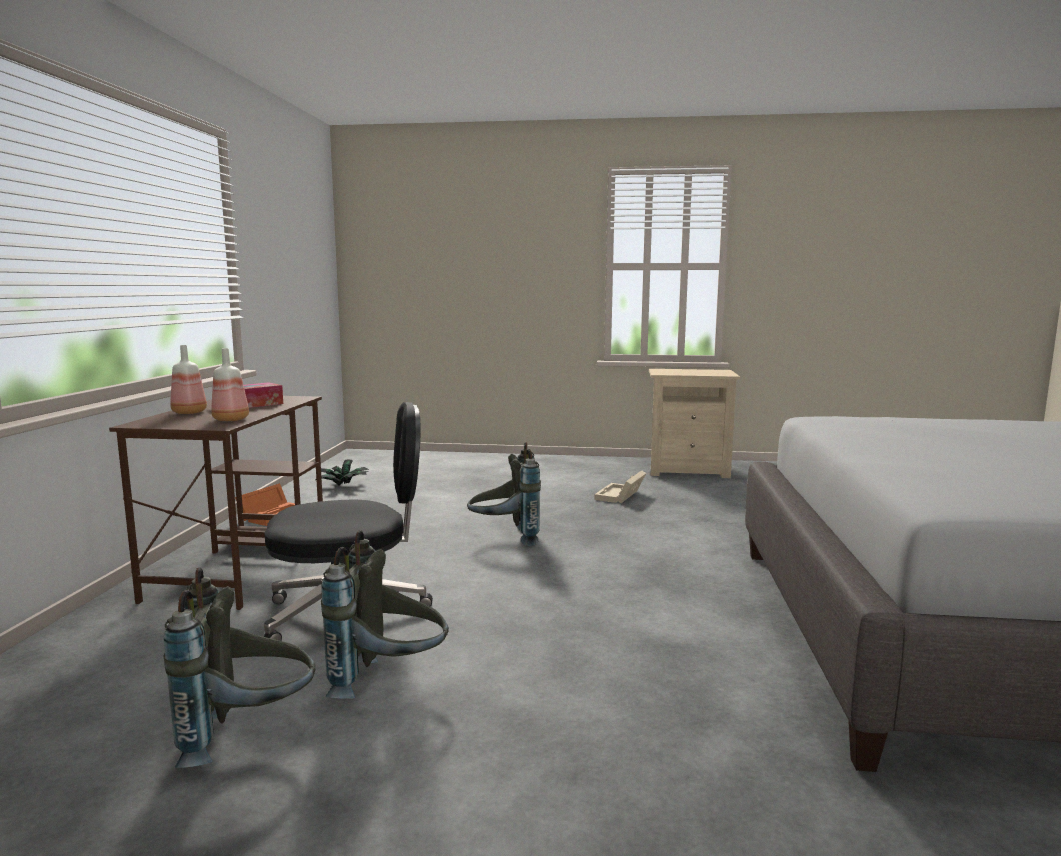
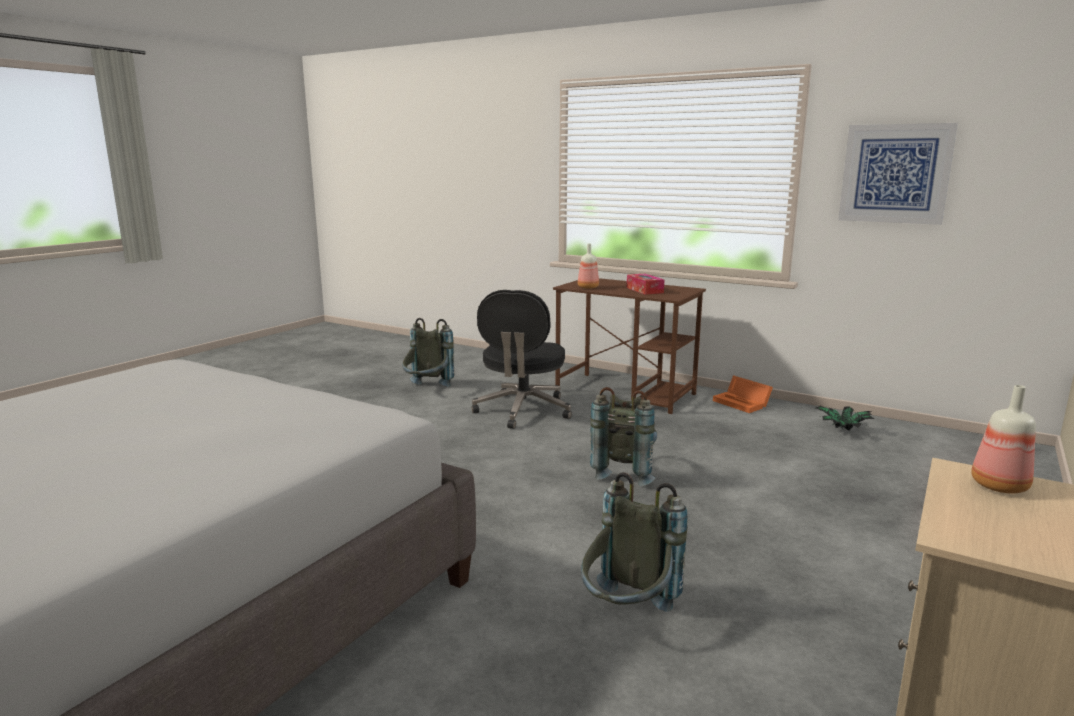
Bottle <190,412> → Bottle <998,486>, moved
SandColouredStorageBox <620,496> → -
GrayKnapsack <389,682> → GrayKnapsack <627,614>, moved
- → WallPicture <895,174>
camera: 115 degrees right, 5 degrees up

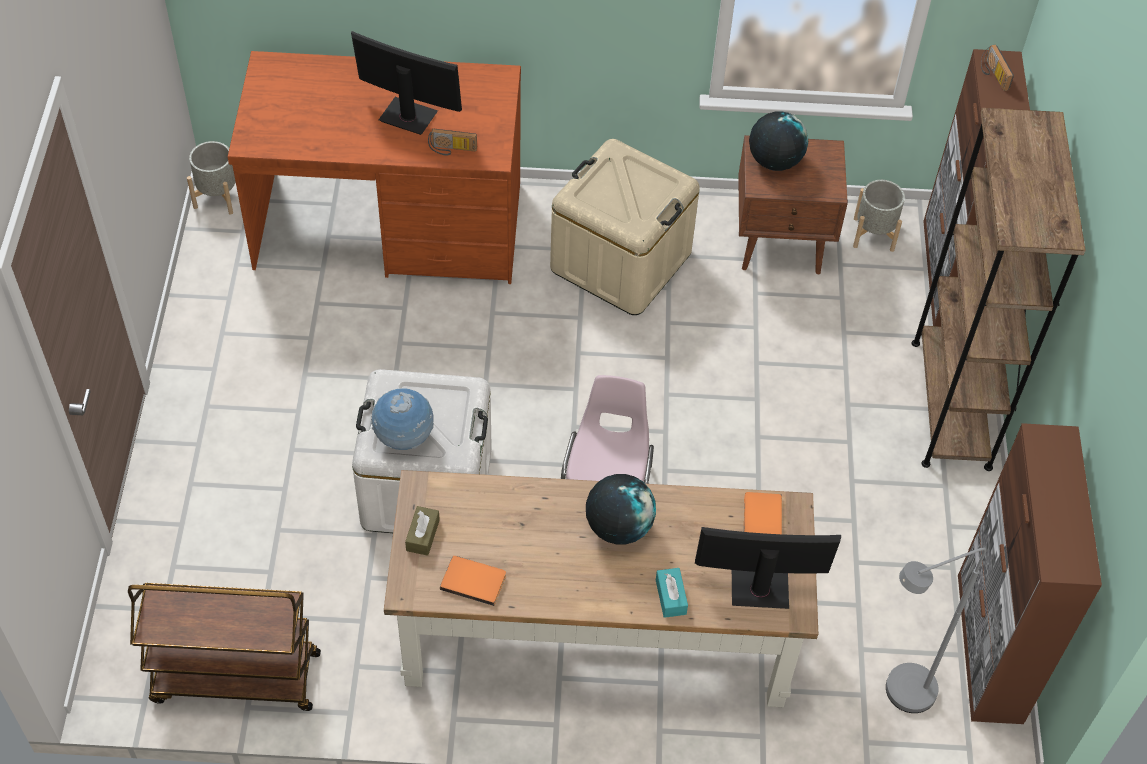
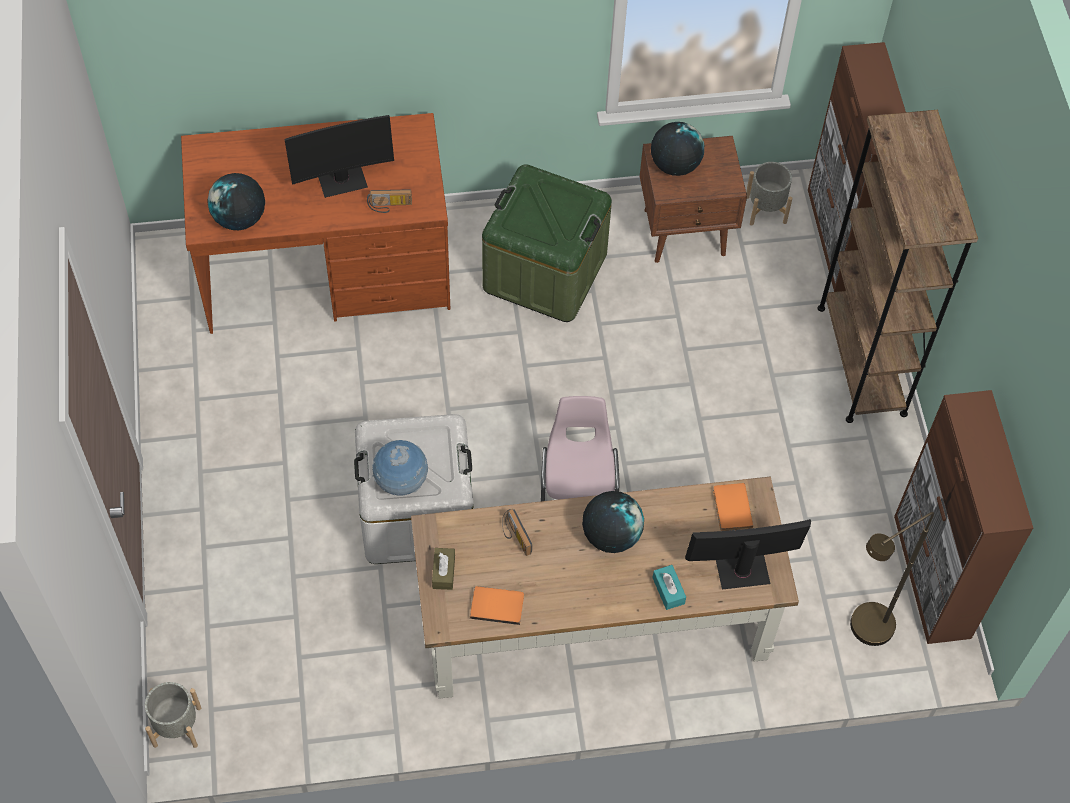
ComputerDisplay <408,116> → ComputerDisplay <342,179>, 150 degrees clockwise
RadioReceiver <992,74> → RadioReceiver <514,537>, moved
SandColouredStorageBox <621,261> → GreenColouredStorageBox <545,271>
GrayPlanter <218,196> → GrayPlanter <177,727>, moved
GrayStandardLamp <899,696> → BrownishStandardLamp <863,633>
BrownishTrolley <235,678> → -
- → Globe <240,219>
camera: 10 degrees left, 5 degrees up

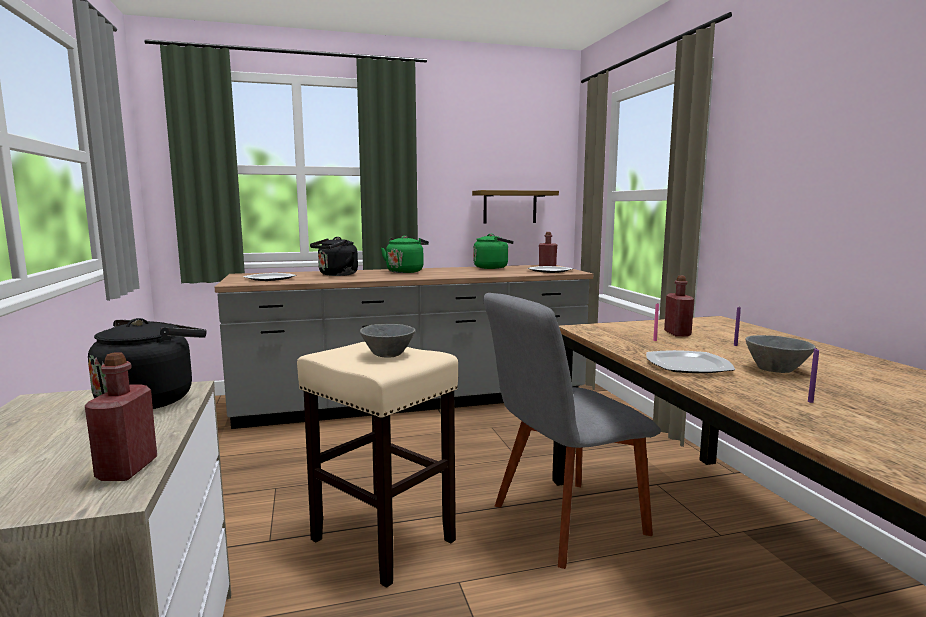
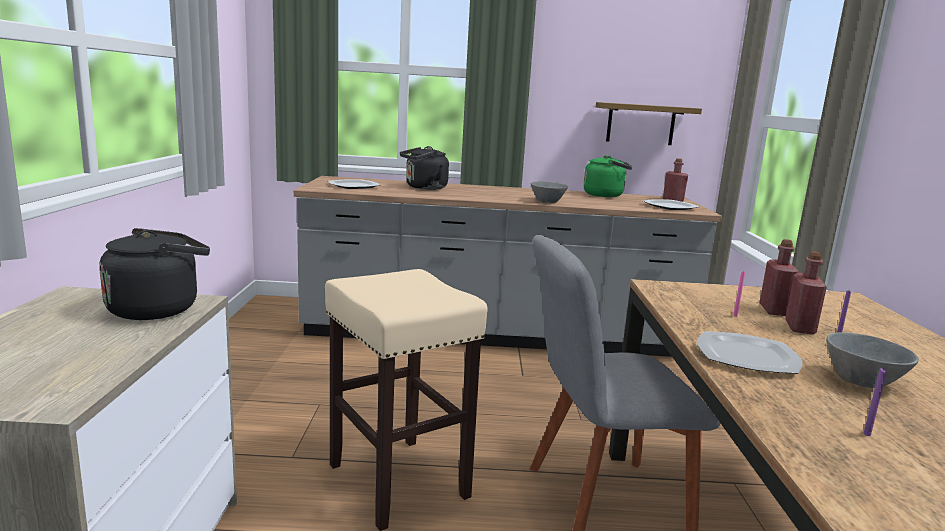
GreenColouredWaterKettle <405,271> → -
GrayDeepDish <387,355> → GrayDeepDish <546,202>, moved
RedColouredBottle <127,469> → RedColouredBottle <800,328>, moved
camera: 15 degrees right, 5 degrees up

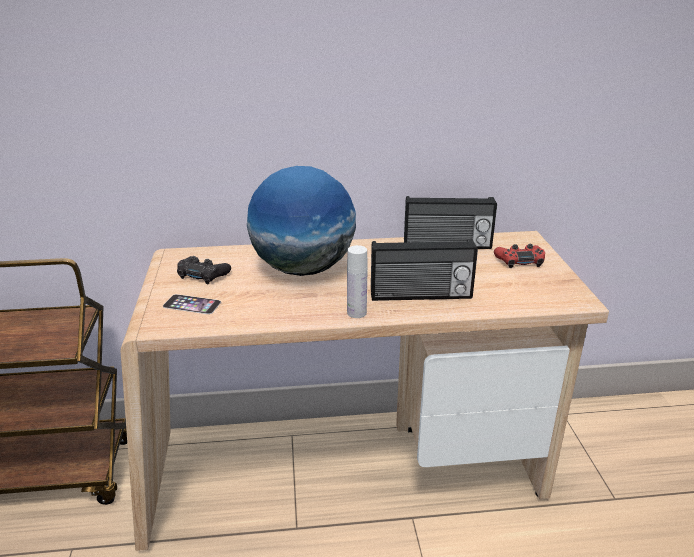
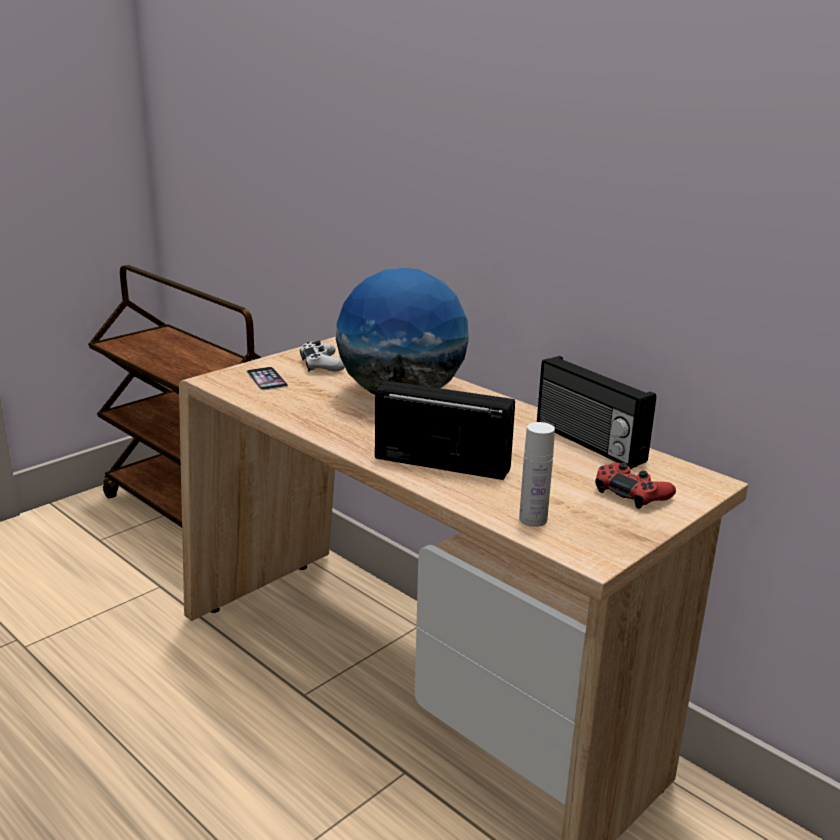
RadioReceiver <421,295> → RadioReceiver <442,462>, 150 degrees clockwise
WhitishBottle <356,313> → WhitishBottle <533,519>, moved
BlackishGamepad <203,275> → WhitishGamepad <321,364>
camera: 50 degrees right, 5 degrees down

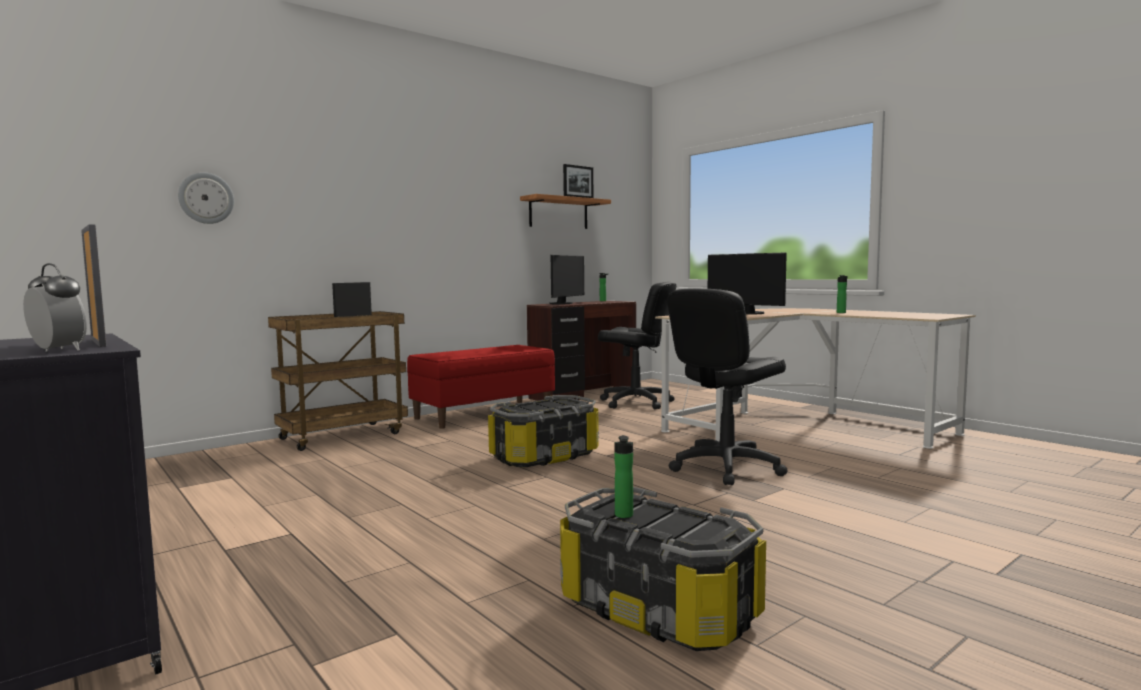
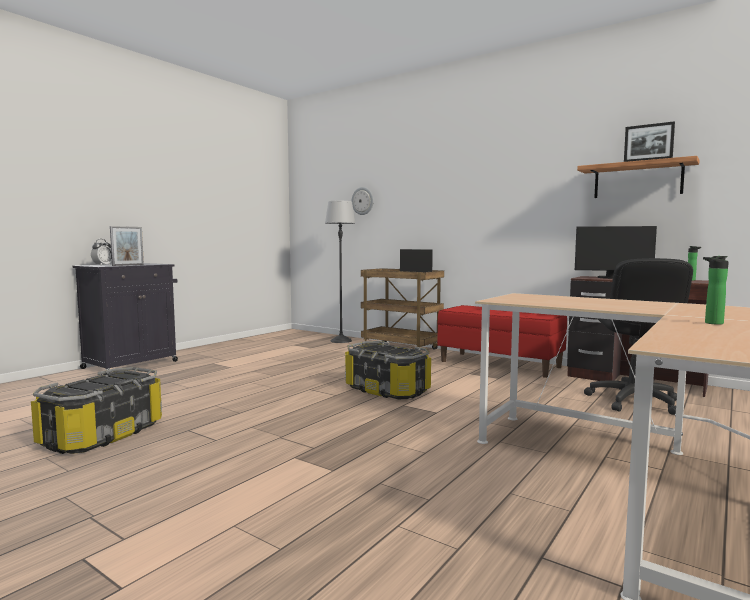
ComputerDisplay <747,313> → -
BlackishDeskChair <725,468> → -
Bottle <624,516> → -
- → StandardLamp <341,341>
camera: 75 degrees right, 0 degrees up

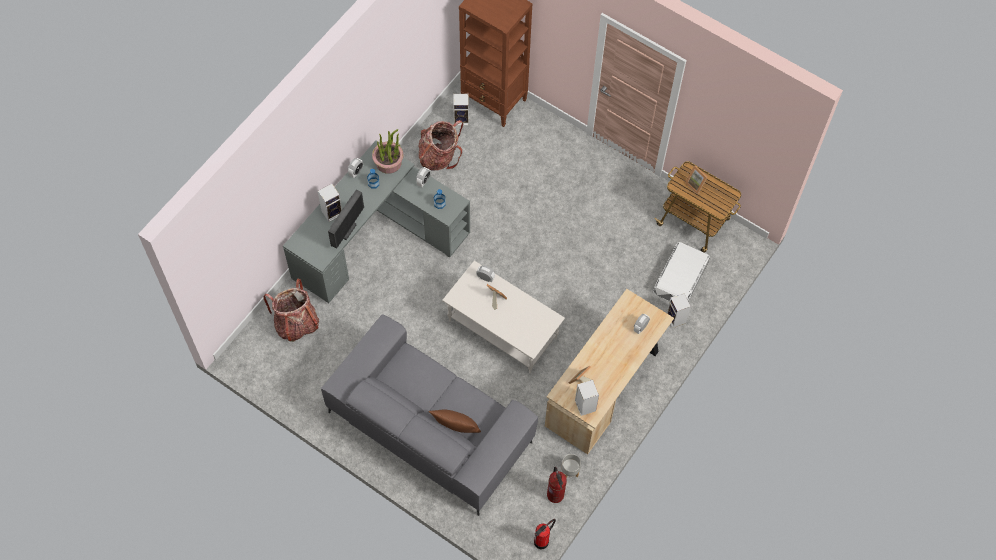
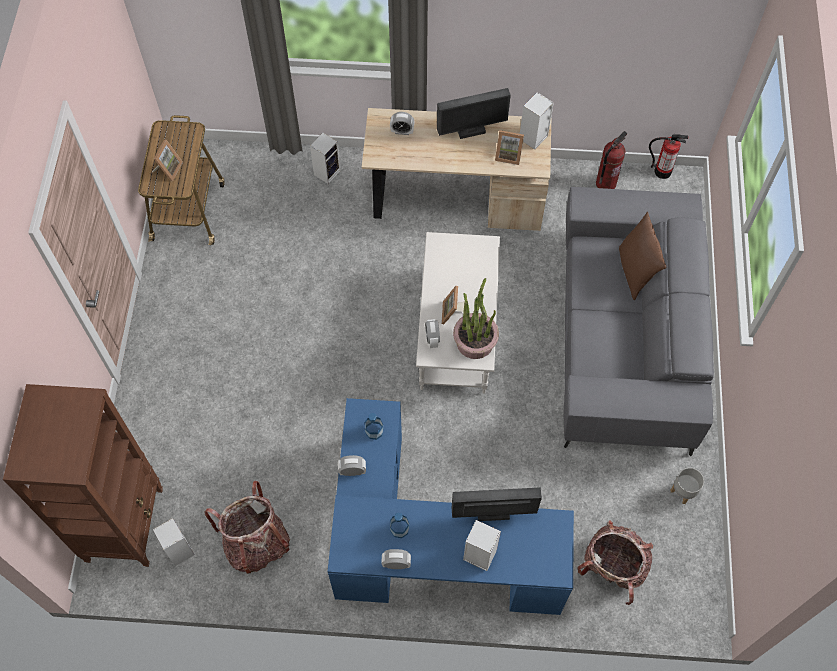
PottedPlant <389,162> → PottedPlant <475,341>, moved
GrayDeskTable <376,237> → BluishDeskTable <427,548>
WhitishStorageBox <680,277> → -
GrayPlanter <569,471> → GrayPlanter <683,492>, moved
- → ComputerDisplay <471,131>
camera: 120 degrees left, 0 degrees up

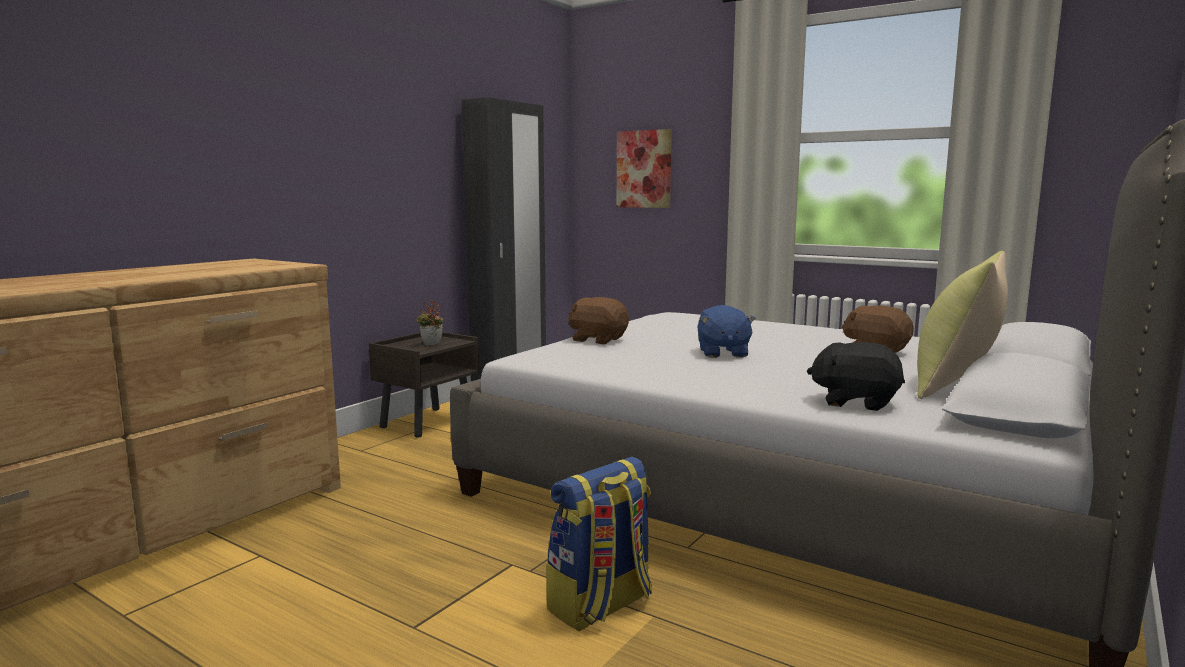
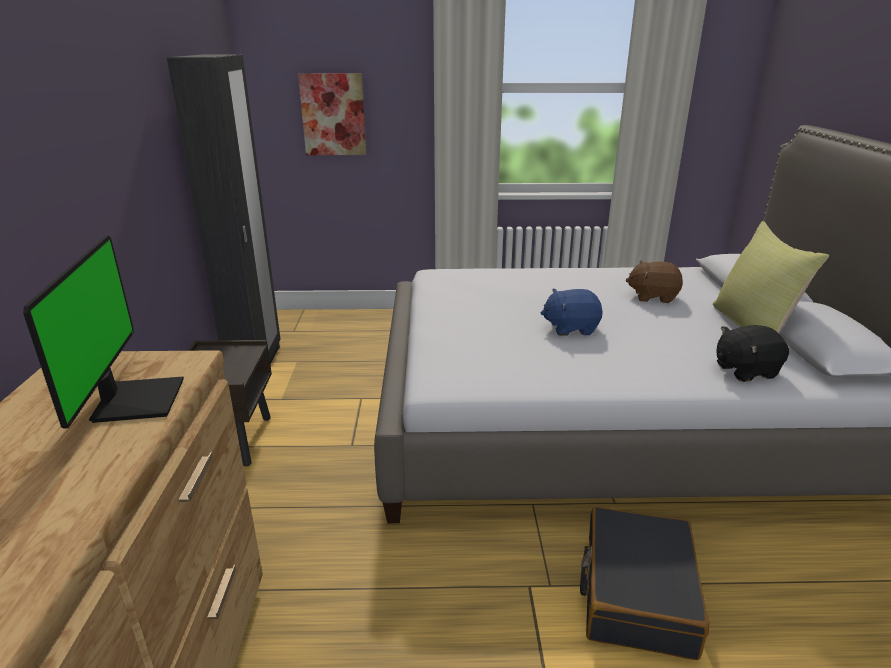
BrownishSoftToy <598,340> → -
PottedPlant <431,345> → -
BluishSoftToy <722,353> → BluishSoftToy <570,328>, 120 degrees clockwise
Knapsack <601,605> → BlackishPieceOfLuggage <636,594>
- → ComputerDisplay <135,400>
camera: 35 degrees left, 15 degrees up

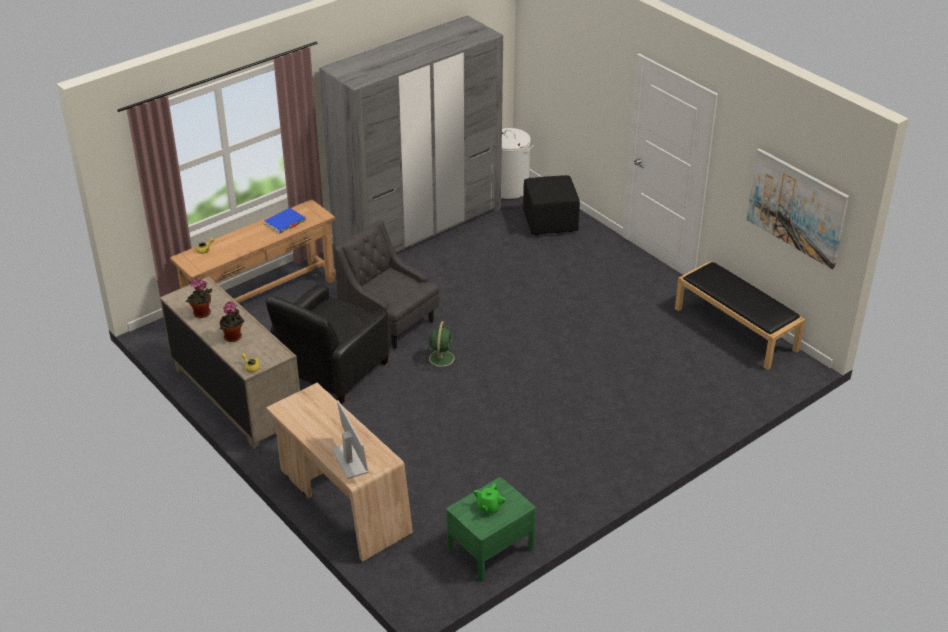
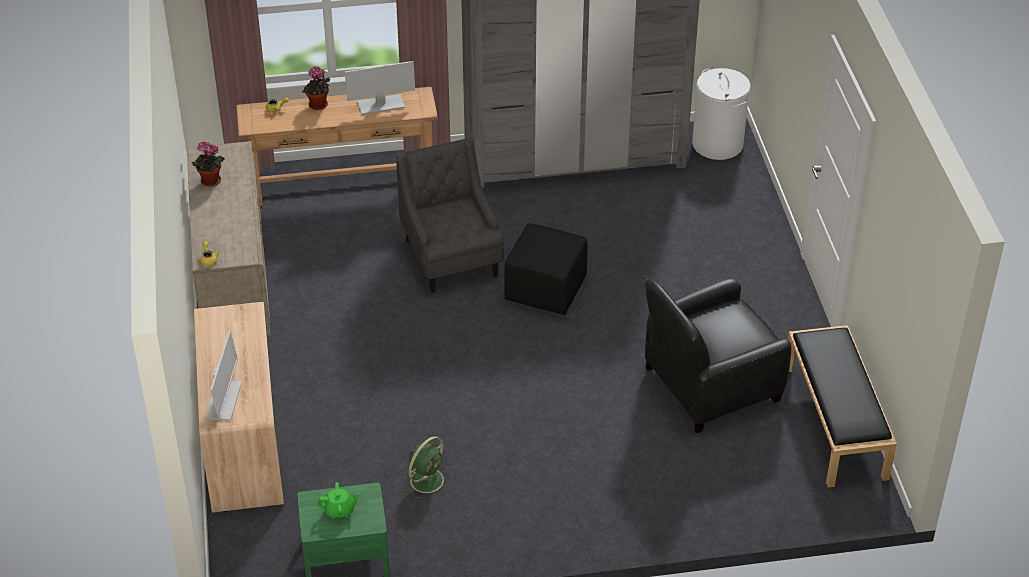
WallPicture <796,207> → -
BlackishPouffe <549,222> → BlackishPouffe <545,289>, moved
BluishBoundBook <285,222> → ComputerDisplay <380,105>
BlackishEasyChair <331,369> → BlackishEasyChair <710,385>, moved
PottedPlant <234,338> → PottedPlant <318,106>, moved
GreenColouredElectricFan <441,357> → GreenColouredElectricFan <428,479>, moved
GreenColouredPotForTea <489,507> → GreenColouredPotForTea <339,510>, 150 degrees counterclockwise
camera: 30 degrees right, 5 degrees up

